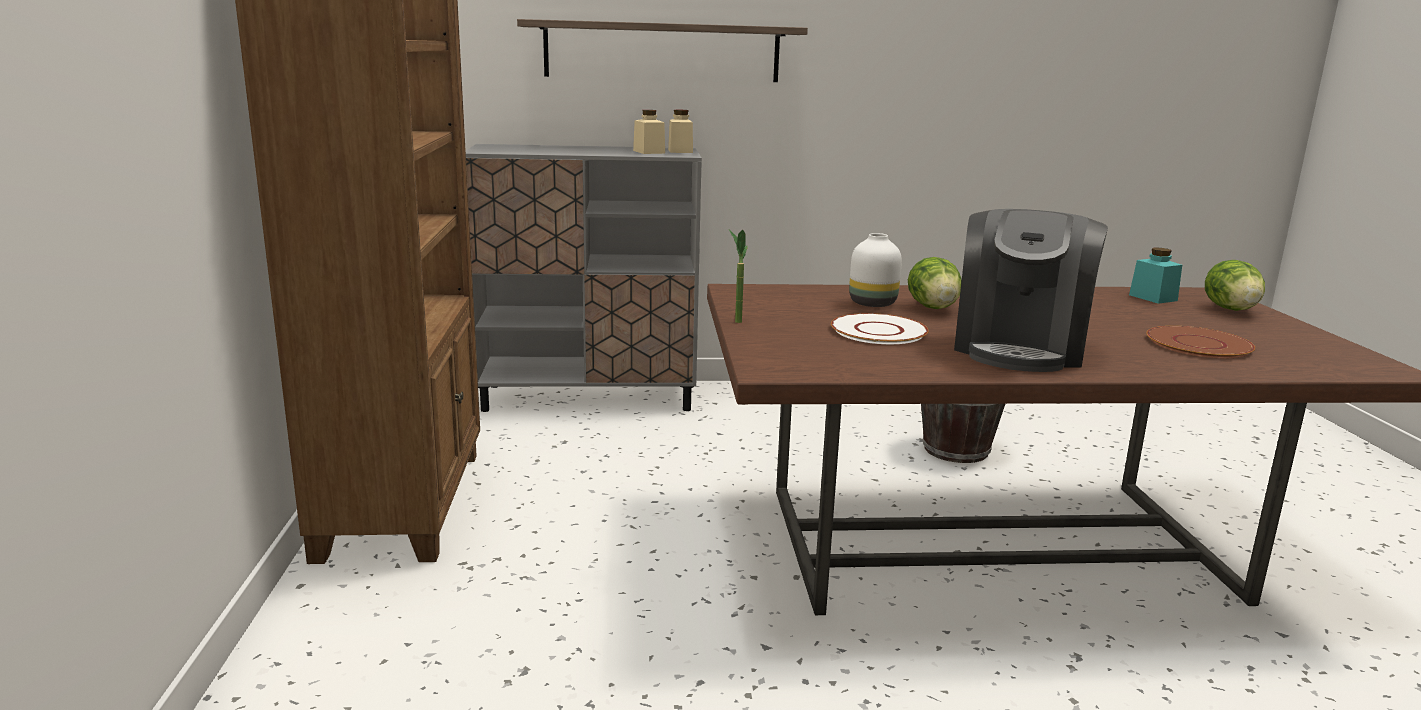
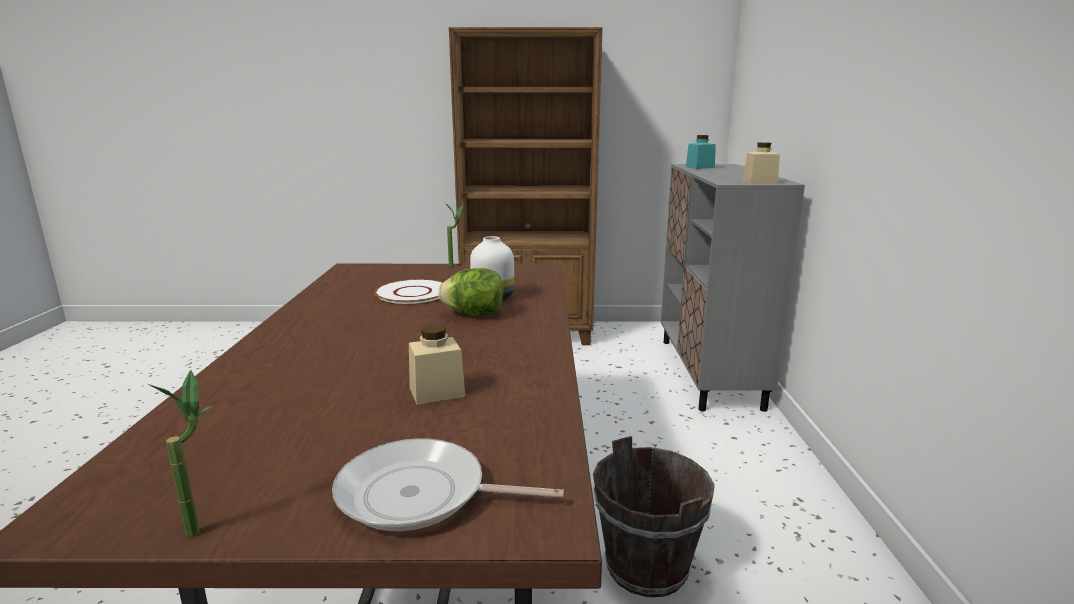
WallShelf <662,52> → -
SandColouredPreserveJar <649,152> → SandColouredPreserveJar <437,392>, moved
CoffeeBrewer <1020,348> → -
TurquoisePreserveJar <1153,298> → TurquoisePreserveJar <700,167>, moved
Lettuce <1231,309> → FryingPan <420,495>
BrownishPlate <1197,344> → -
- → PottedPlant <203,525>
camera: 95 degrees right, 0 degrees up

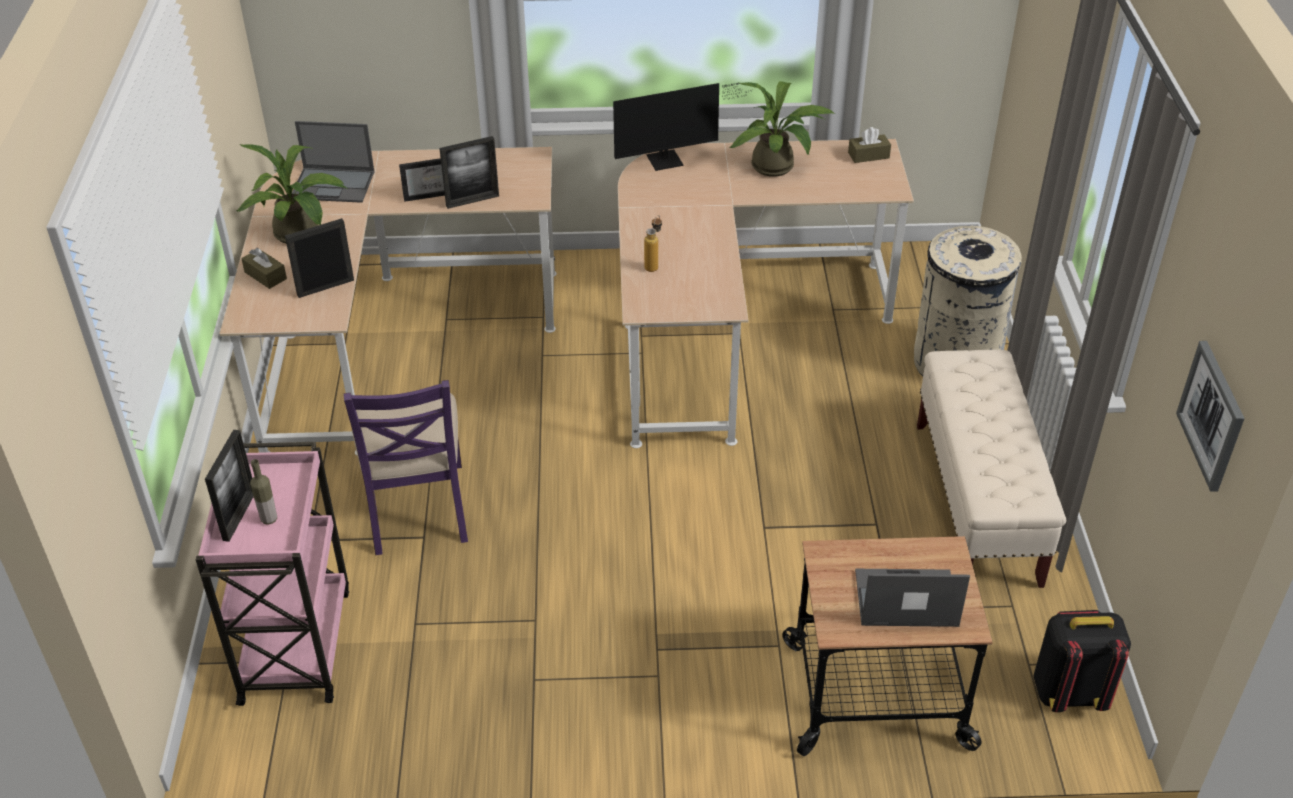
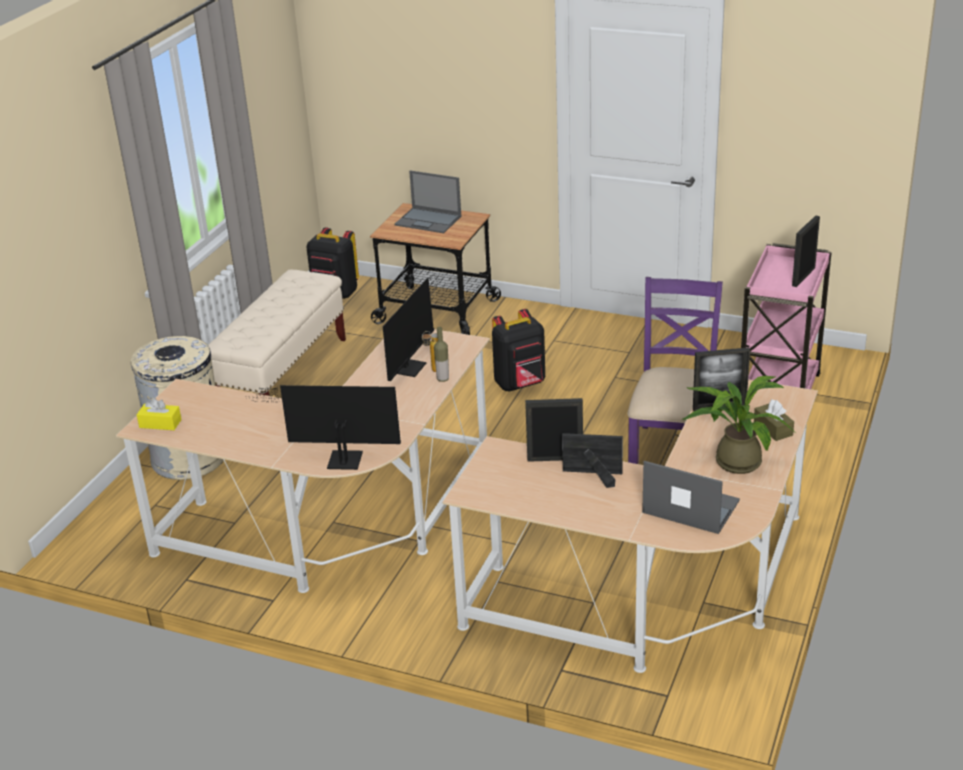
PottedPlant <778,168> → -
BrownishBoxOfTissues <868,155> → YellowColouredBoxOfTissues <160,423>
WallPicture <1212,415> → -
Bottle <269,519> → Bottle <443,379>, moved
- → ComputerDisplay <411,365>
- → BlackishKnapsack <520,384>
camera: 155 degrees left, 10 degrees down

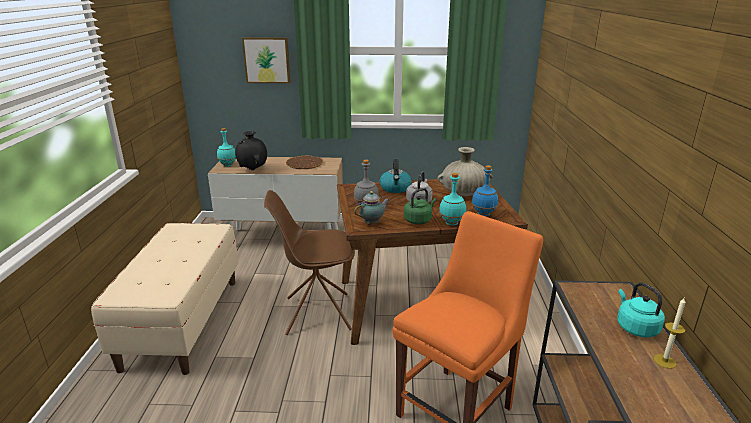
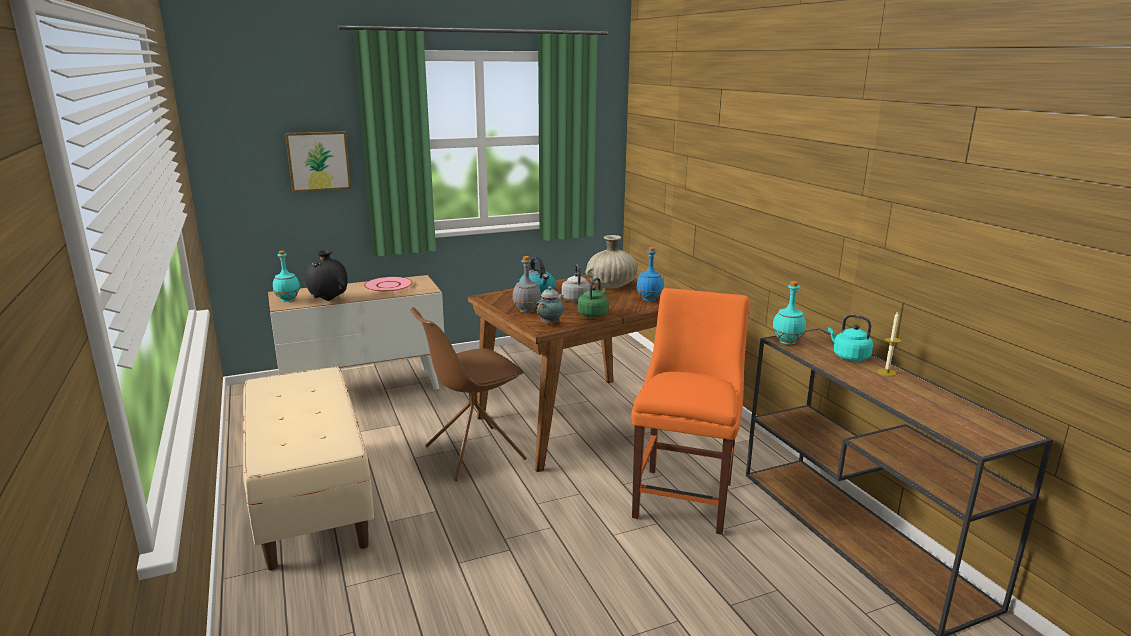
BrownishPlate <304,163> → PinkPlate <388,286>
TurquoiseBottle <452,223> → TurquoiseBottle <787,342>, moved
camera: 25 degrees left, 5 degrees down

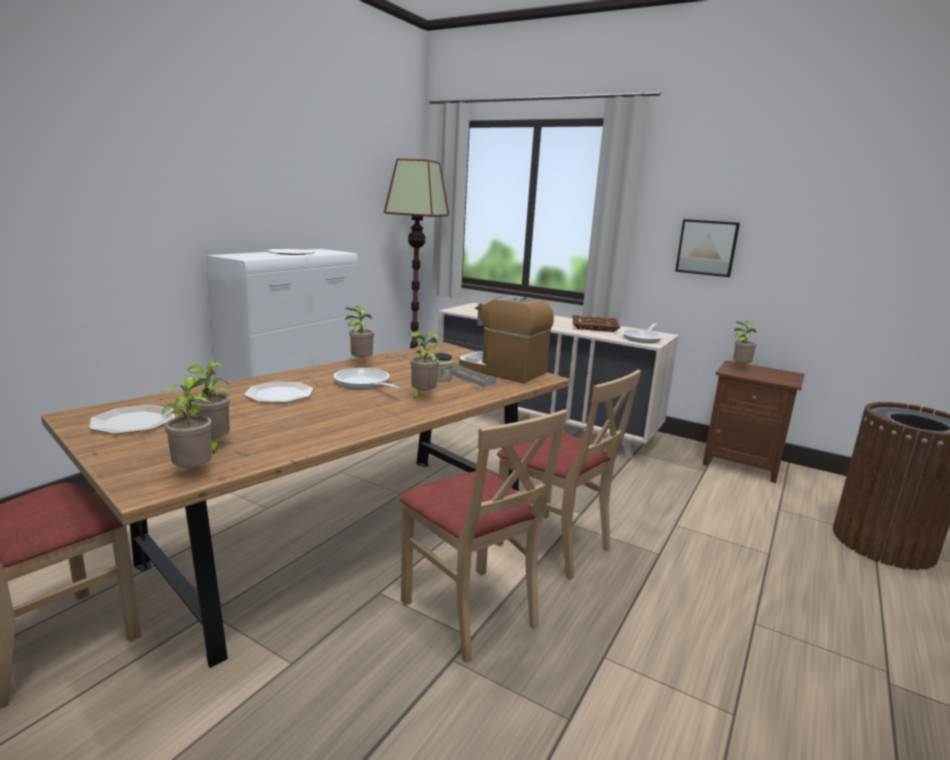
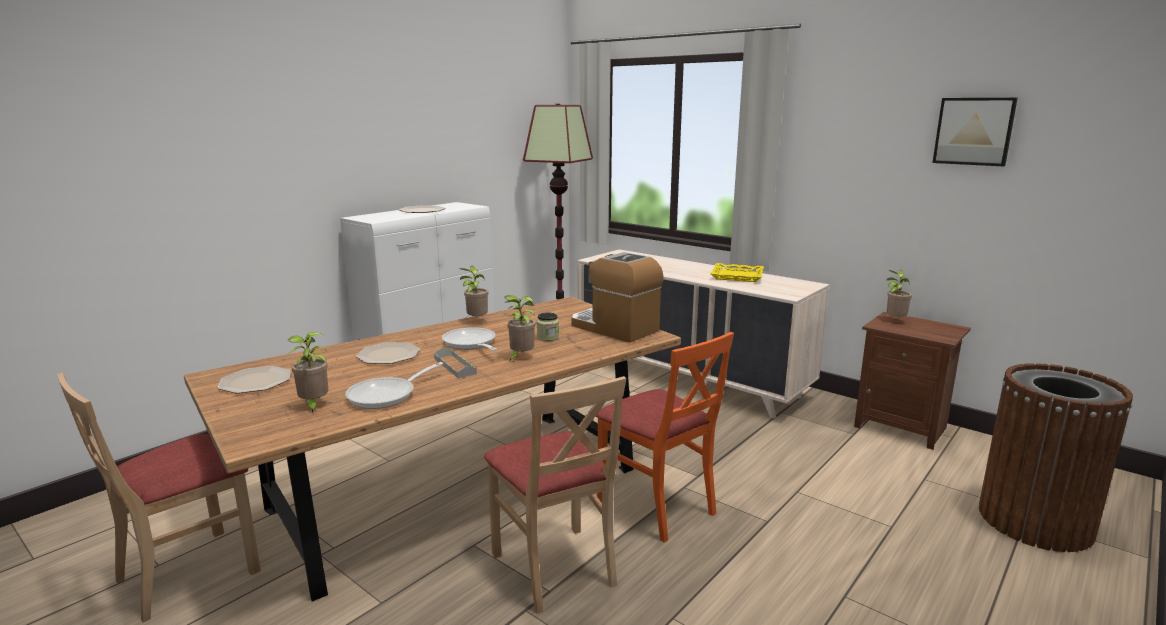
WallPicture <707,247> → WallPicture <974,131>, moved
BrownishServingTray <594,327> → YellowColouredServingTray <737,276>
FryingPan <643,338> → FryingPan <387,395>, moved
GrayServingTray <470,378> → GrayServingTray <455,366>, moved
SandColouredUprightChair <553,544> → OrangeyUprightChair <657,507>
PottedPlant <194,472> → -
camera: 10 degrees right, 0 degrees up

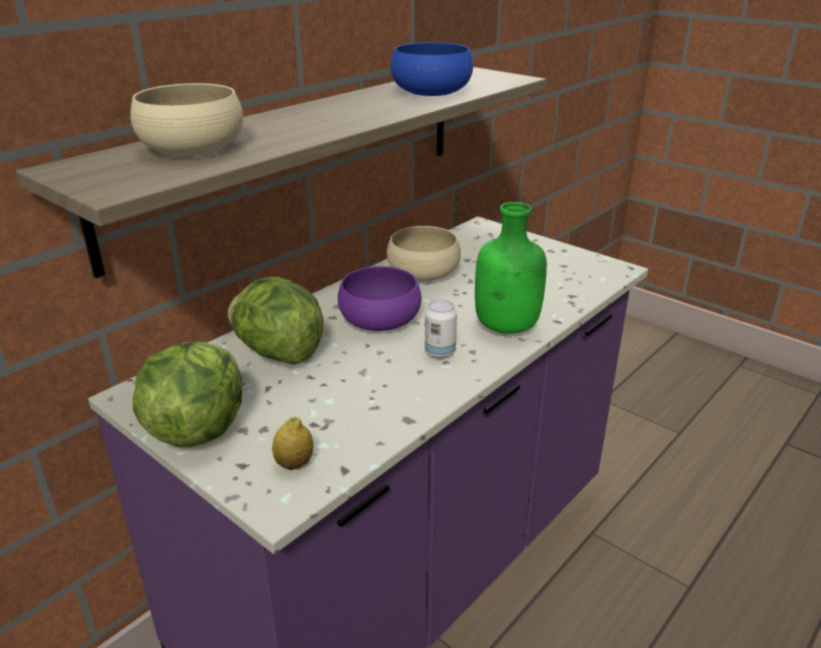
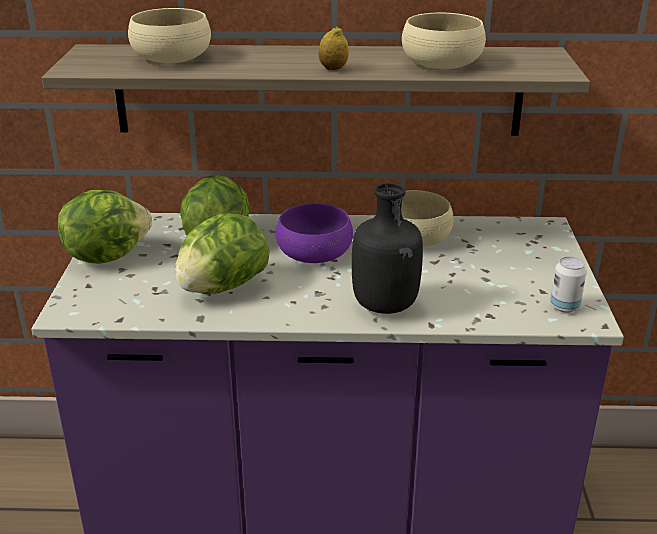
BluishDeepDish <431,91> → SandColouredDeepDish <441,63>
GreenColouredBottle <508,326> → BlackishBottle <385,306>
MetalCan <440,352> → MetalCan <564,307>, moved
WholeLemon <294,464> → WholeLemon <333,68>, moved
- → Lettuce <222,287>
camera: 50 degrees right, 0 degrees up

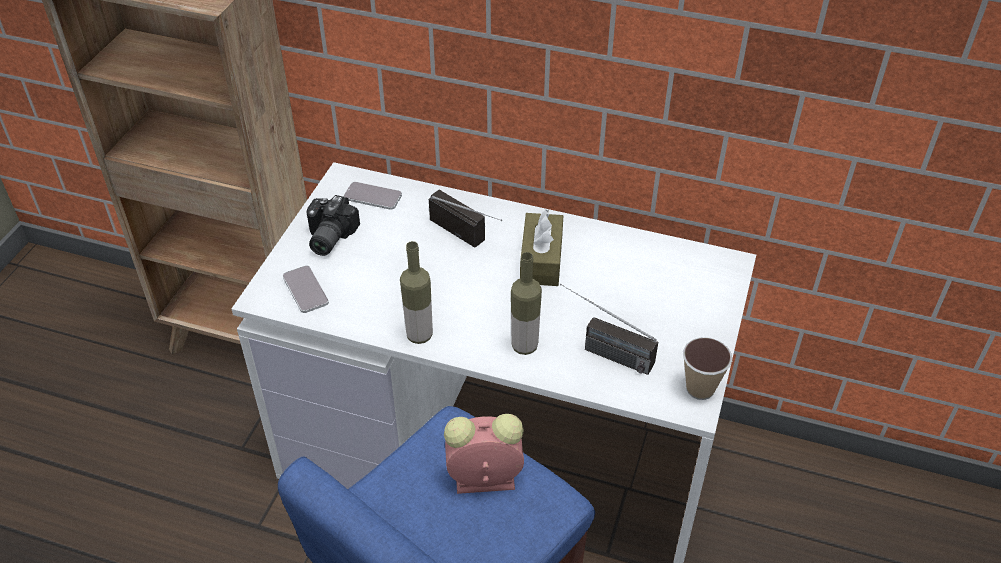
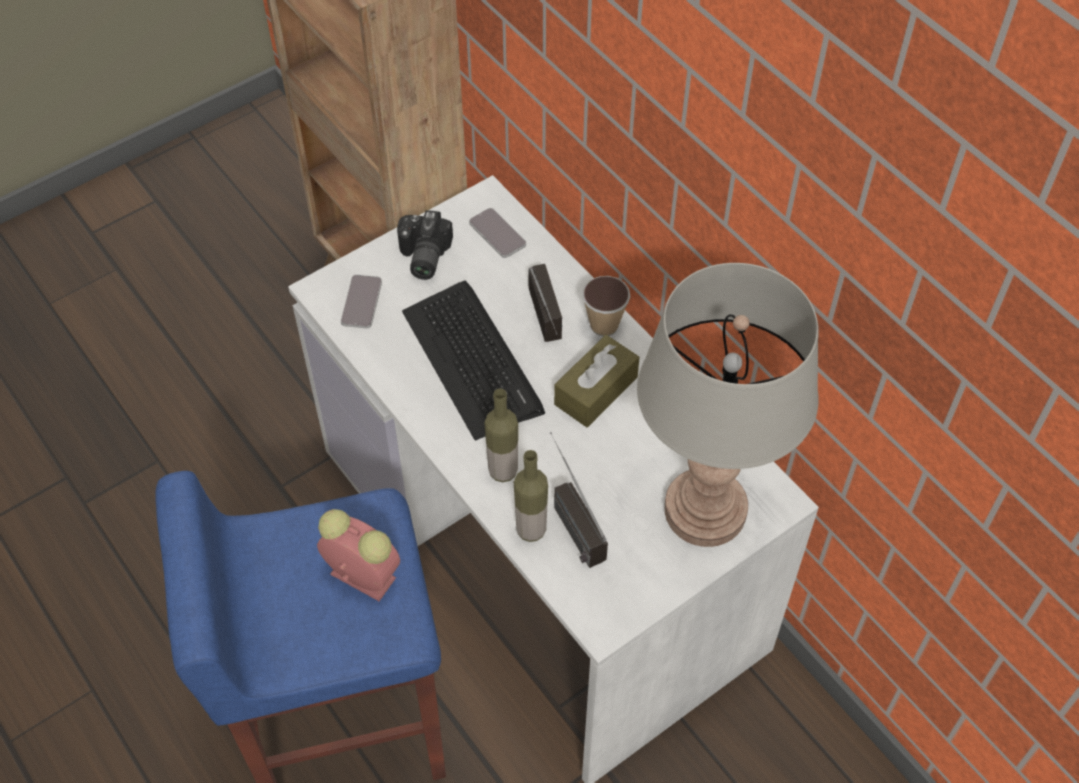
StillCamera <327,237> → StillCamera <422,257>, 45 degrees counterclockwise
Bottle <419,335> → Bottle <531,530>, moved
SmallCup <700,389> → SmallCup <604,325>, moved
- → GrayLampForATable <704,511>
- → ComputerKeyboard <472,360>
camera: 35 degrees right, 10 degrees up

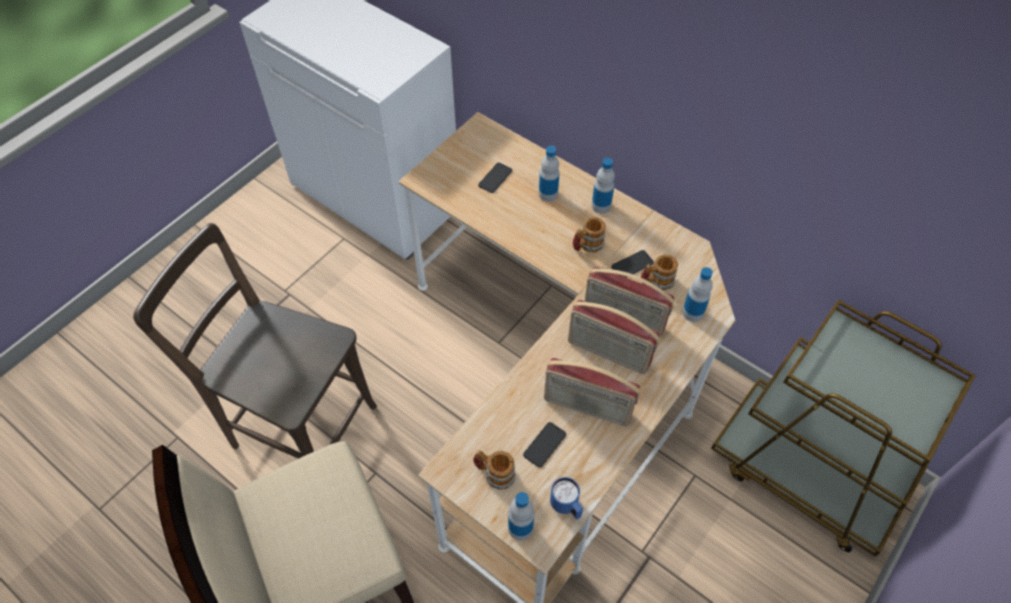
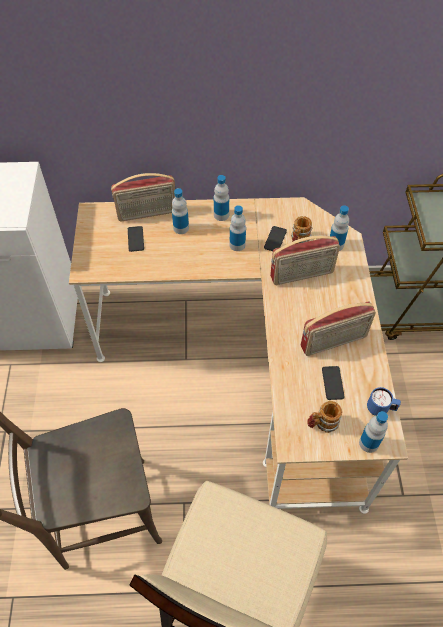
Mug <587,245> → Bottle <237,245>
RadioReceiver <608,353> → RadioReceiver <147,213>, moved
camera: 40 degrees left, 0 degrees up

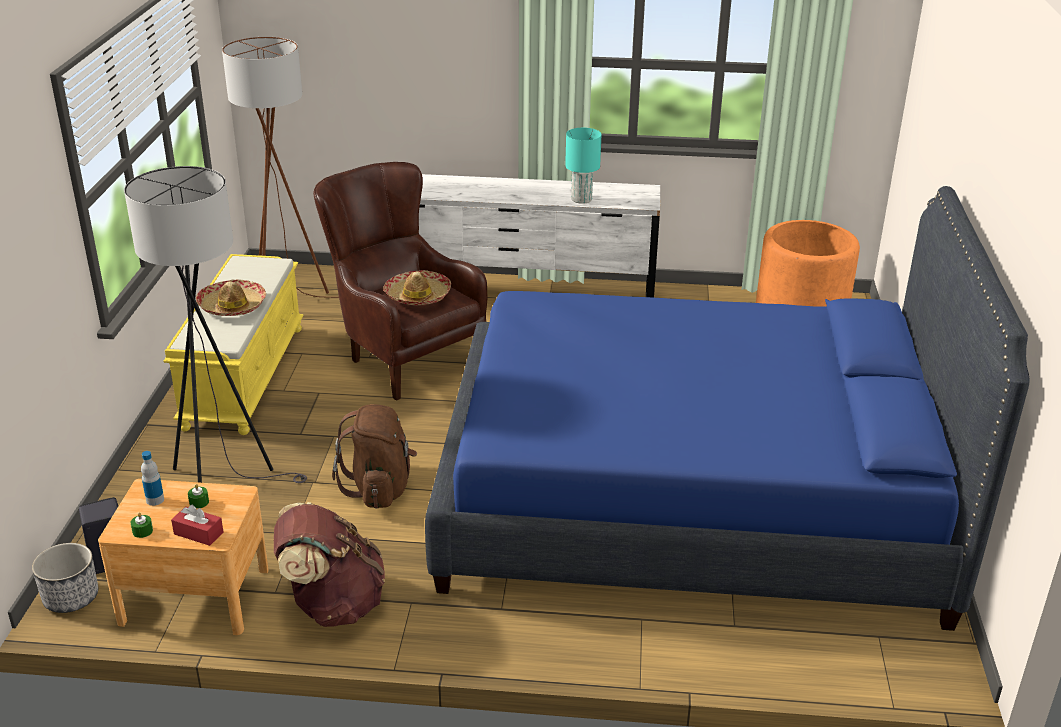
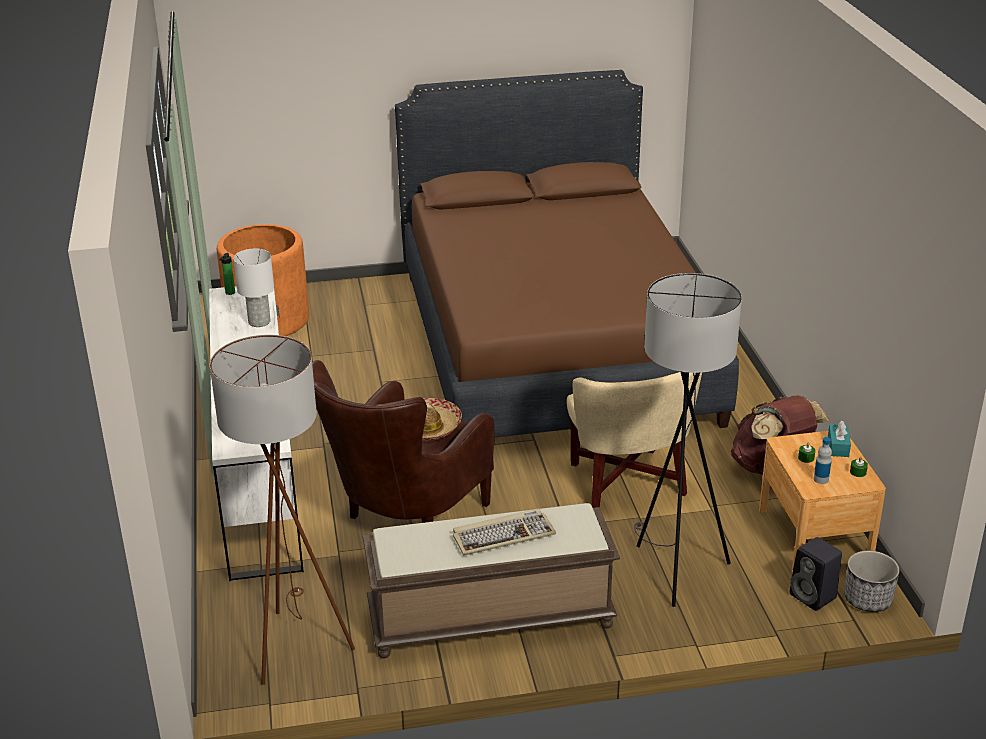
TurquoiseLampForATable <582,199> → WhitishLampForATable <259,321>
BluishSleepingBed <691,499> → BrownishSleepingBed <554,345>
YellowColouredIndoorBench <243,375> → BrownishIndoorBench <489,619>
Hat <232,306> → ComputerKeyboard <503,535>
BrownishKnapsack <379,488> → SandColouredEasyChair <626,481>
RedColouredBoxOfTissues <198,533> → TurquoiseBoxOfTissues <838,446>
- → Bottle <229,293>
camera: 105 degrees left, 0 degrees up

